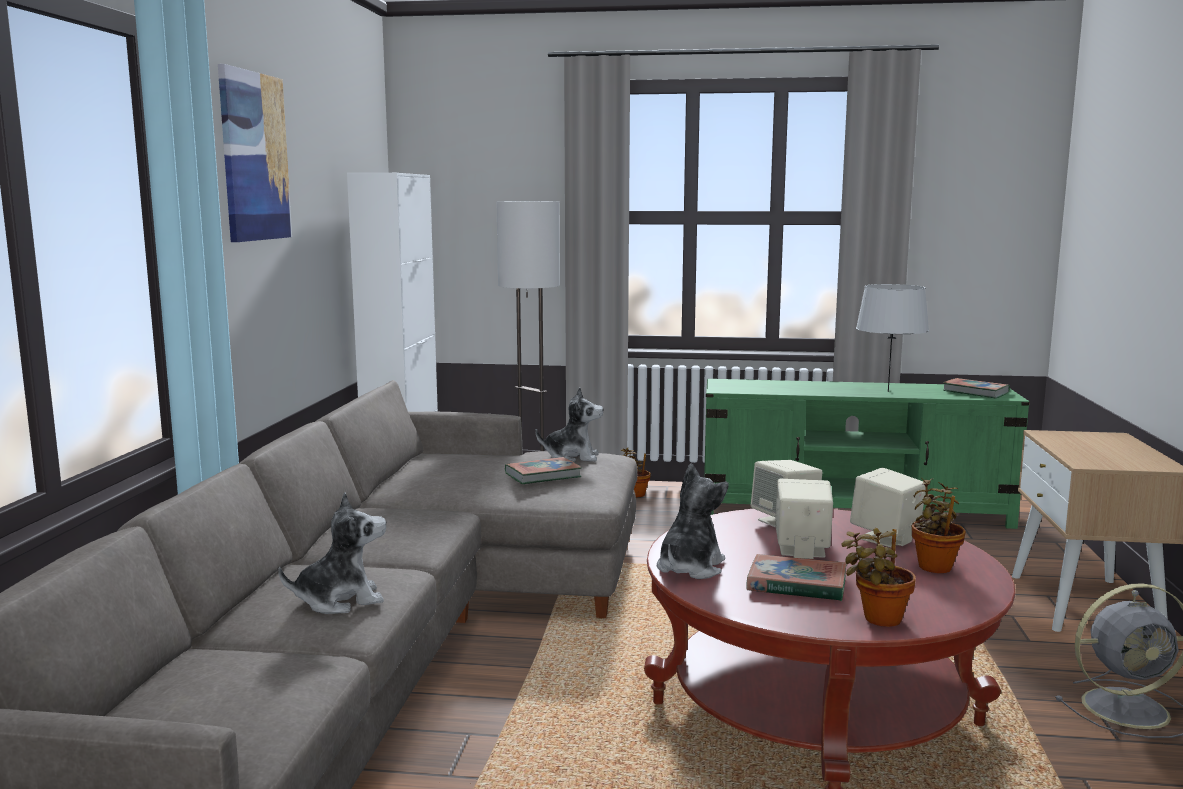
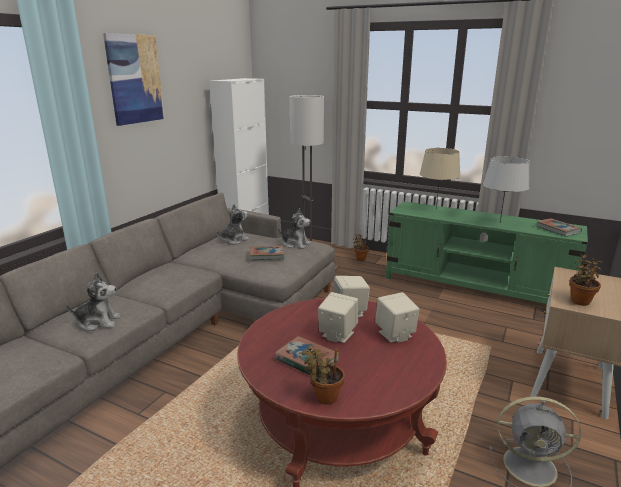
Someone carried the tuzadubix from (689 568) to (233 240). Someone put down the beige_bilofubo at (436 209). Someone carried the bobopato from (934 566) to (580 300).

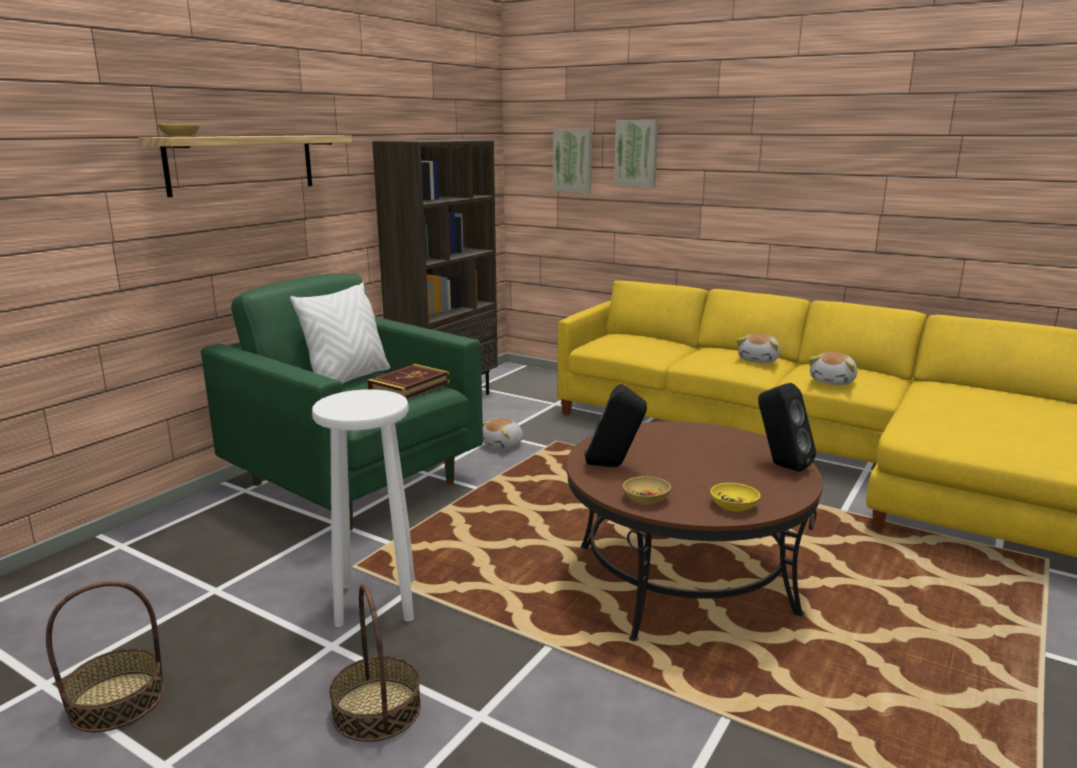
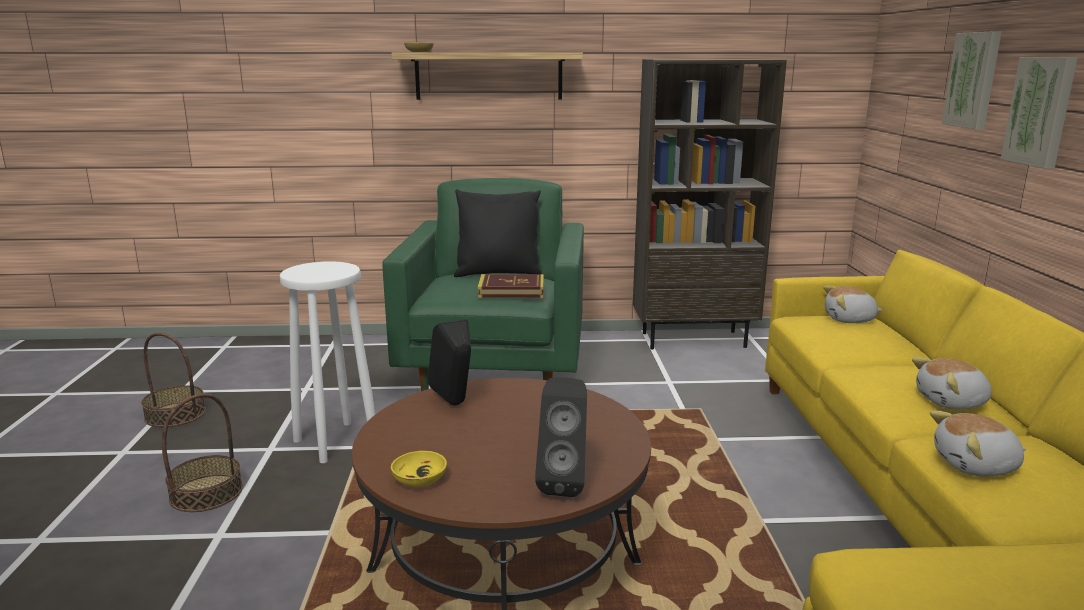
Someone repainted the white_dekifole at (348 380), which became the black_dekifole at (498 273). Someone carried the tuzadubix from (503 445) to (849 320). Someone carried the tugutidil from (573 160) to (1041 111). Someone took away the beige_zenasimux at (646 499).

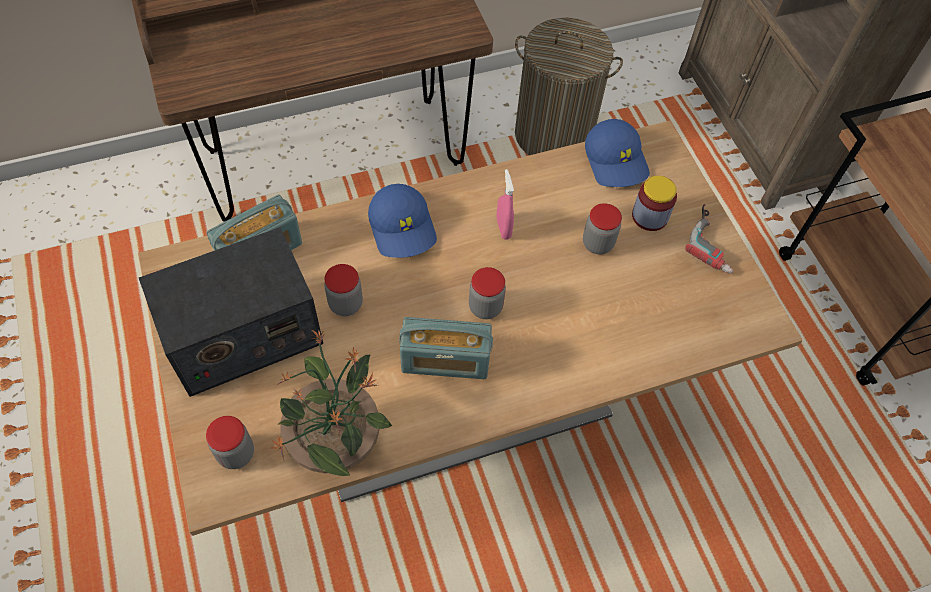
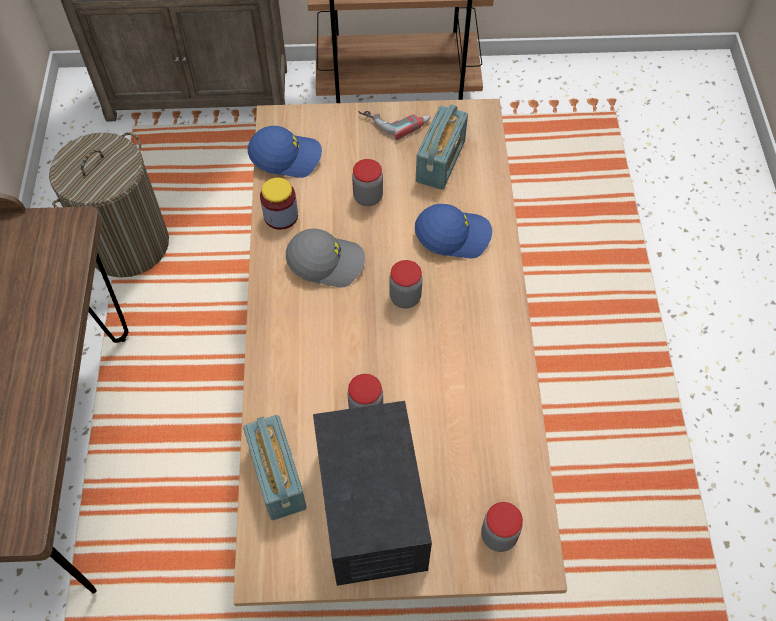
Someone carried the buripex from (650 216) to (281 216). Someone swapped the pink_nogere at (503 228) for the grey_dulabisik at (326 261). Someone carried the blue_dulabisik from (403 228) to (453 235). Someone carried the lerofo from (445 360) to (440 161). Someone took away the bobopato at (337 442).

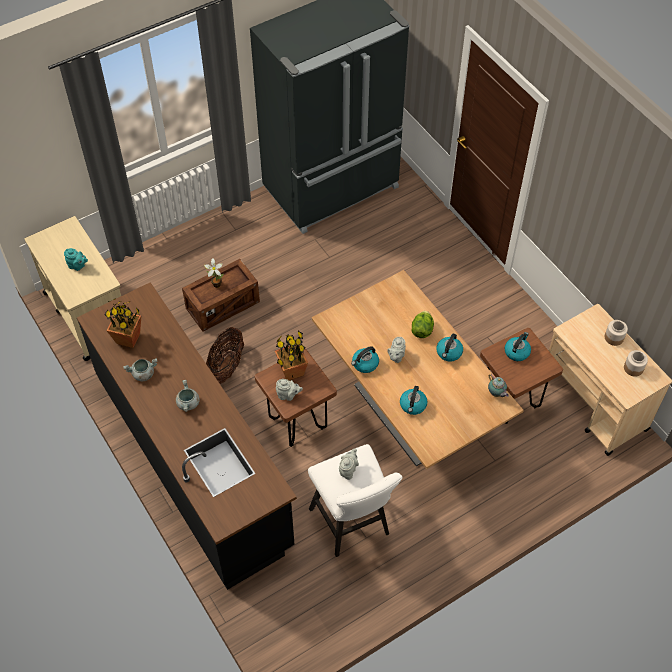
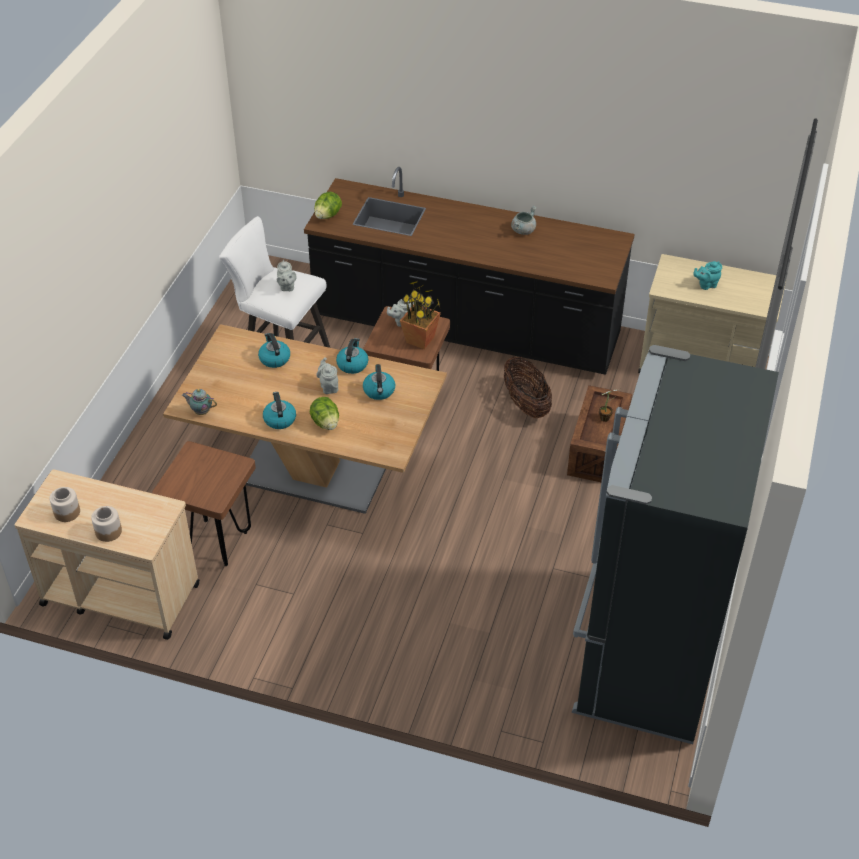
Someone put down the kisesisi at (327 215). Someone carried the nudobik from (517 352) to (379 391). Someone took away the bobopato at (128 338). Someone took away the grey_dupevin at (188 404).

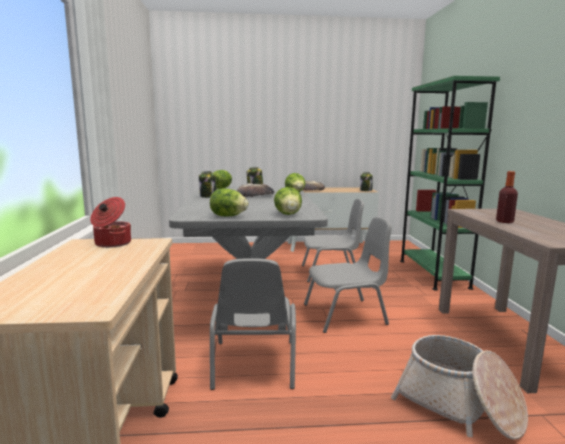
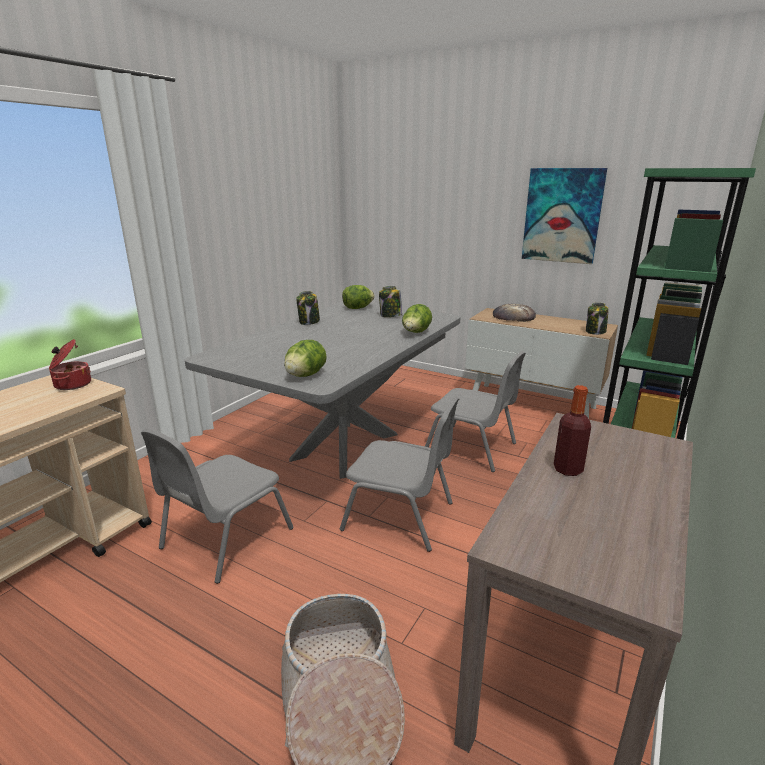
Someone put up the tugutidil at (562 215). Someone took away the kisesisi at (228 216). Someone took away the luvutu at (255 195).

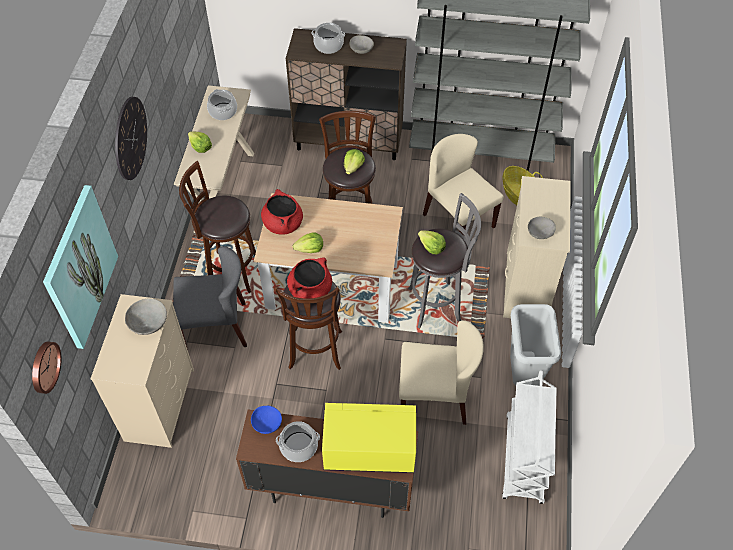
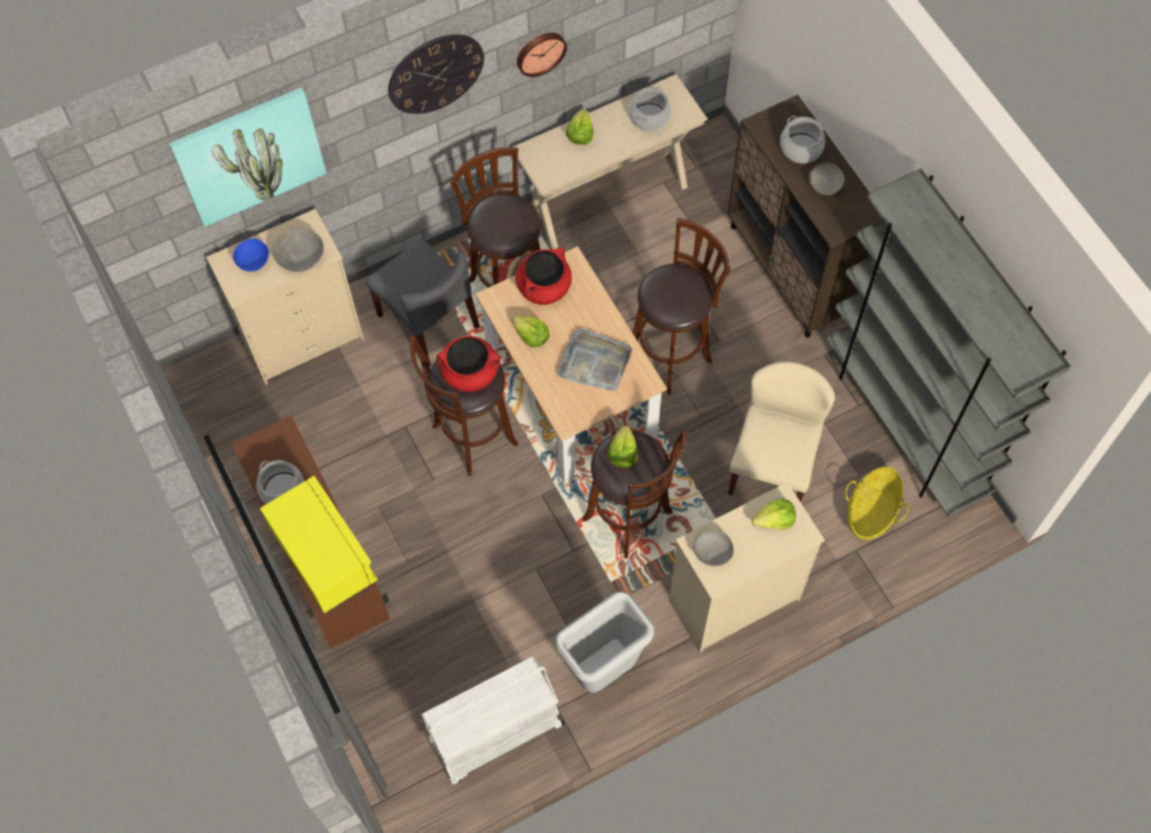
Someone carried the blue_zenasimux from (266 424) to (253 261). Someone carried the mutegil from (43 367) to (540 52). Someone put down the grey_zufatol at (594 362). Someone repainted the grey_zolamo at (437 304), which became the brown_zolamo at (631 519). Someone carried the kisesisi from (353 167) to (774 520). Someone took away the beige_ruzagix at (434 397).

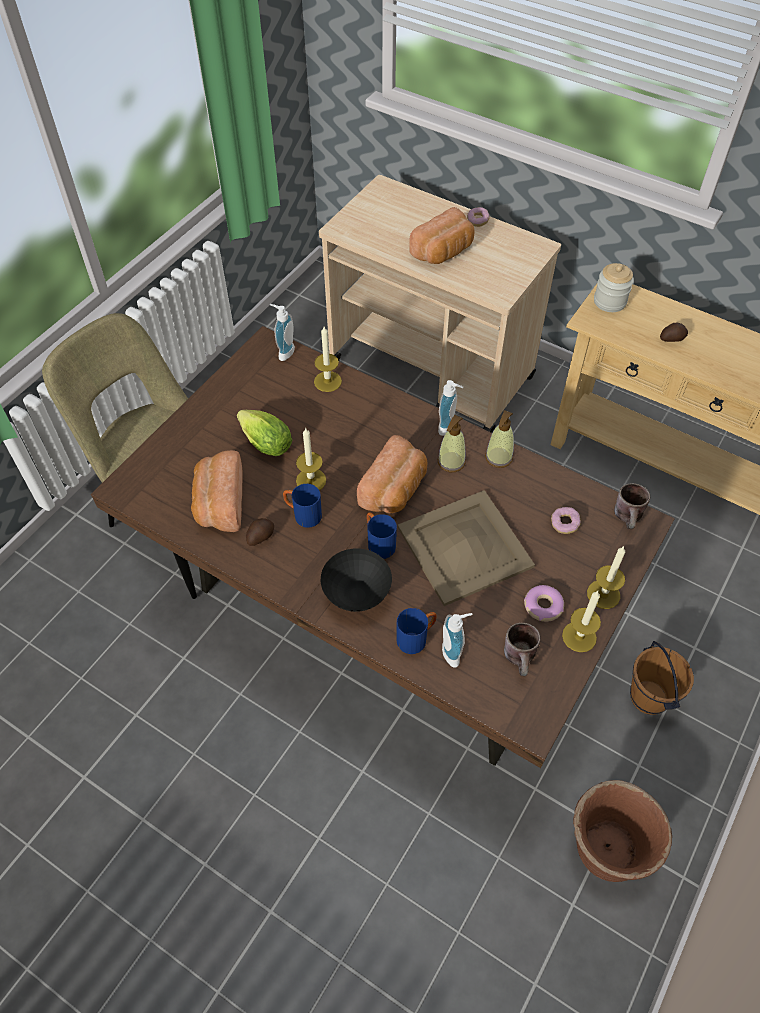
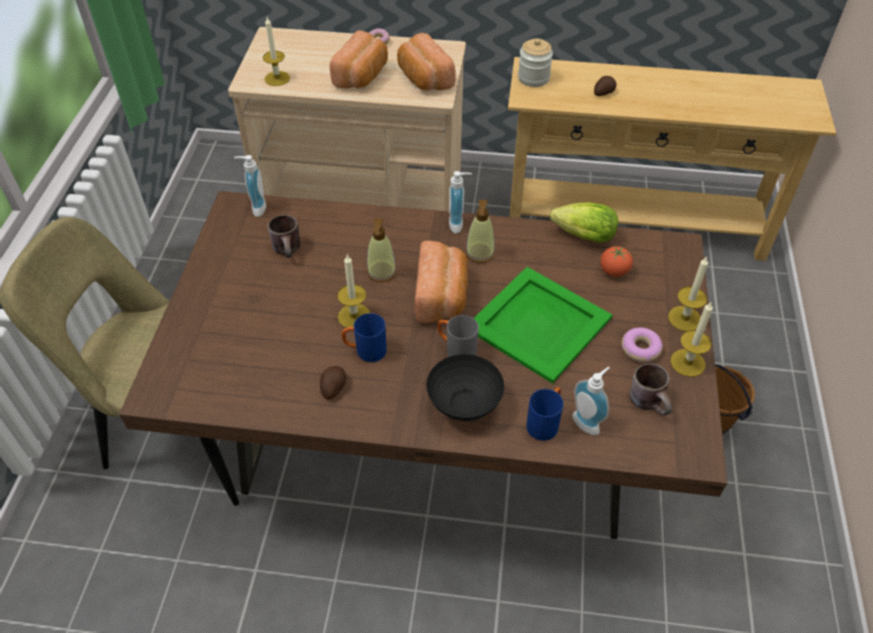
Someone carried the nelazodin from (327 381) to (277 78). Someone carried the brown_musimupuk from (630 518) to (290 250). Someone carried the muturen from (498 457) to (381 272). Someone carried the luvutu from (219 503) to (423 79). Someone repainted the blue_musimupuk at (378 543), which became the grey_musimupuk at (456 350). Someone repainted the beige_zufatol at (465 546), which became the green_zufatol at (538 322). Someone carried the kisesisi from (263 442) to (580 235). Someone swapped the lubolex at (564 524) for the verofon at (614 271). Someone took away the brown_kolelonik at (606 849).

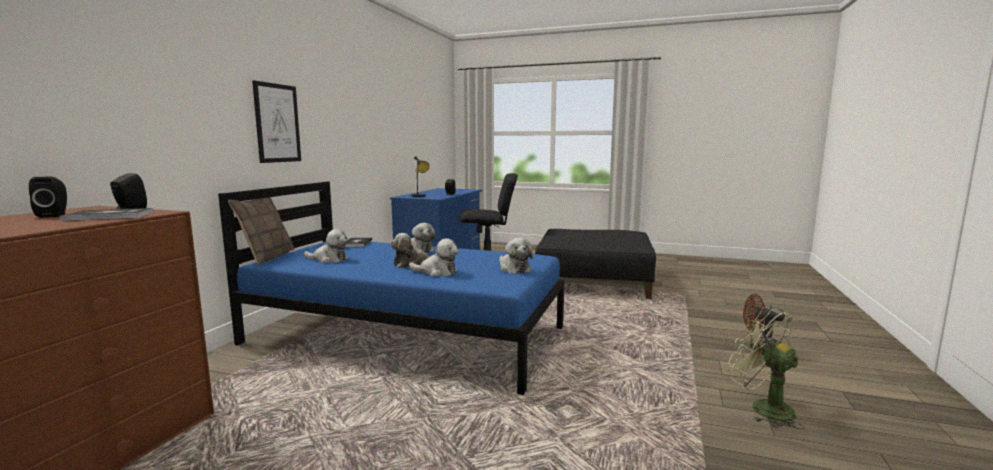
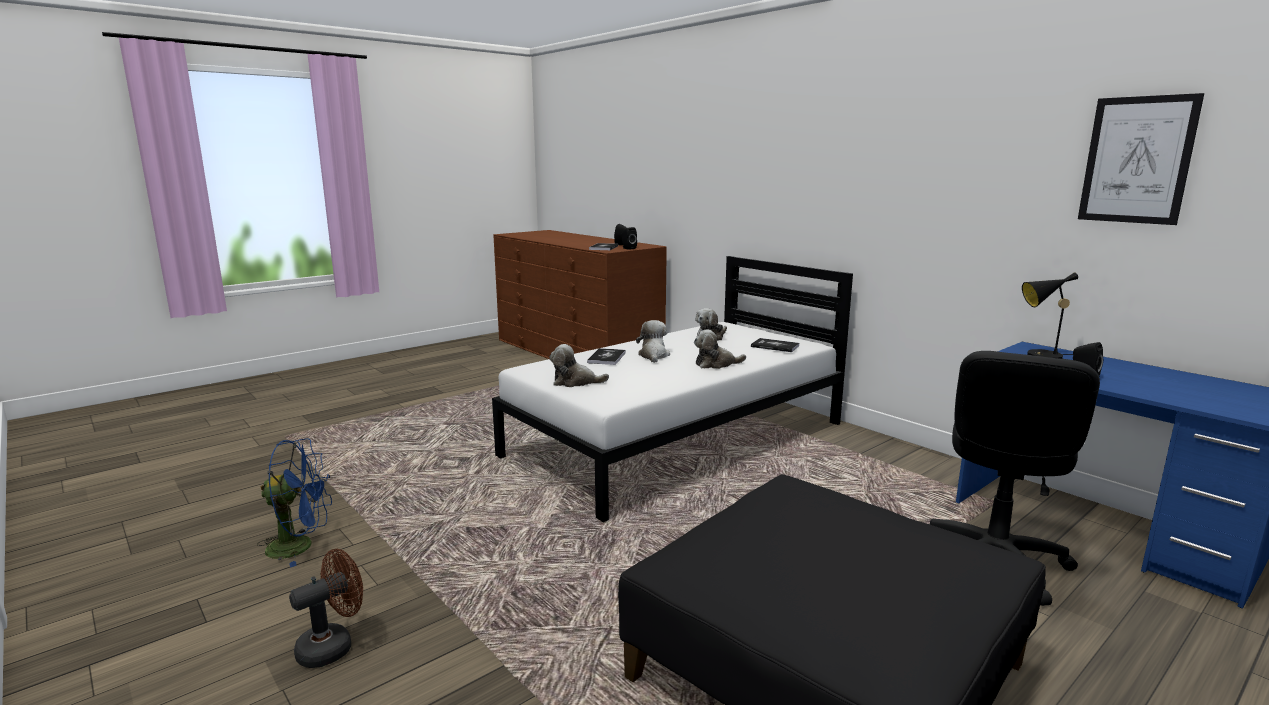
Someone repainted the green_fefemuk at (762 408), which became the blue_fefemuk at (300 546). Someone repainted the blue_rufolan at (406 335), which became the white_rufolan at (678 439). Someone swapped the tuzadubix at (437 272) for the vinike at (606 357). Someone carried the tugutidil from (277 123) to (1137 160). Someone took away the dekifole at (267 257).

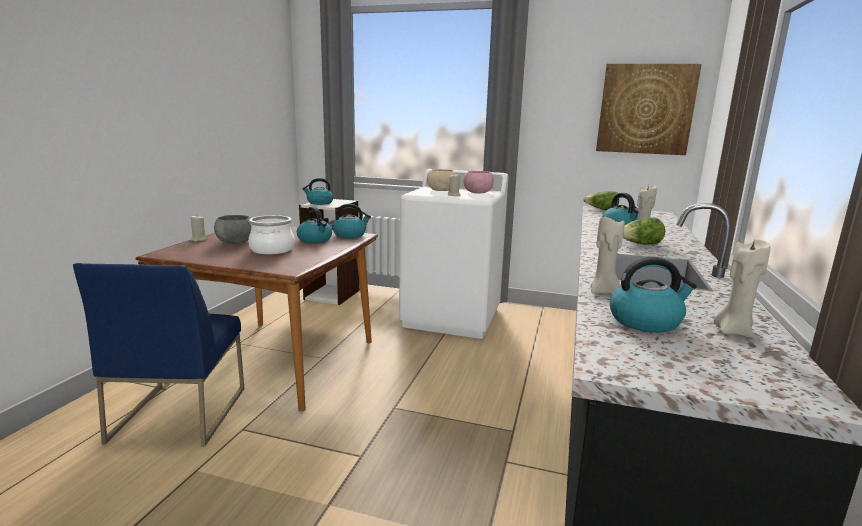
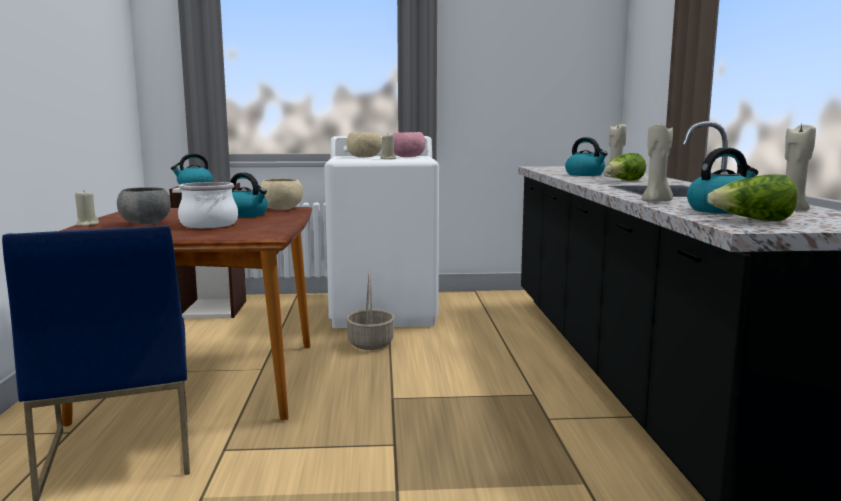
Someone swapped the nudobik at (350 235) for the beige_zenasimux at (281 209). Someone put down the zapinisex at (370 343). Someone carried the kisesisi from (602 210) to (752 220). Someone took away the tugutidil at (645 109).

